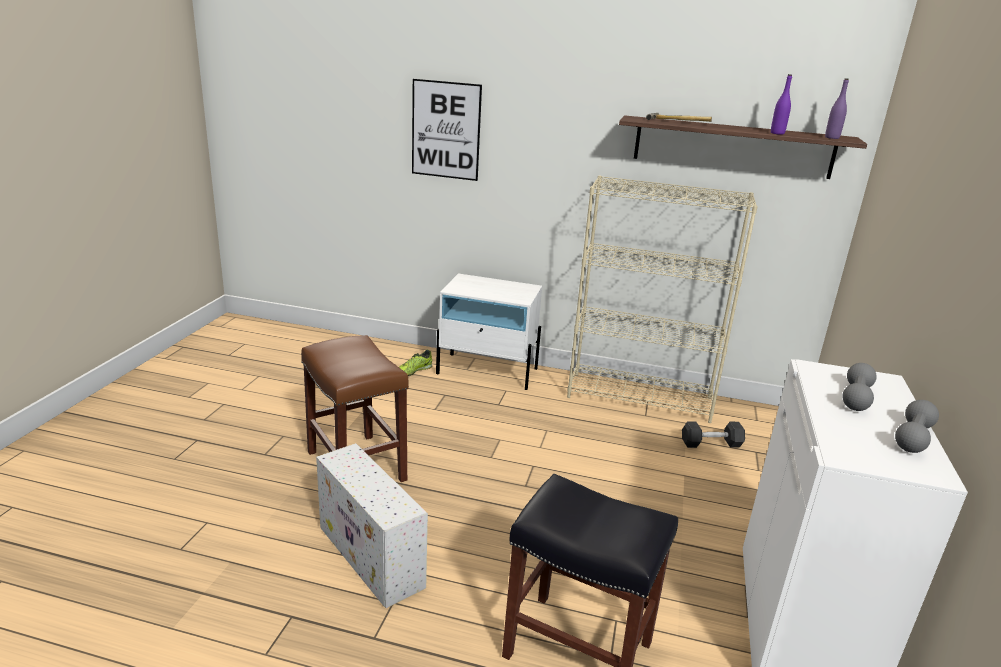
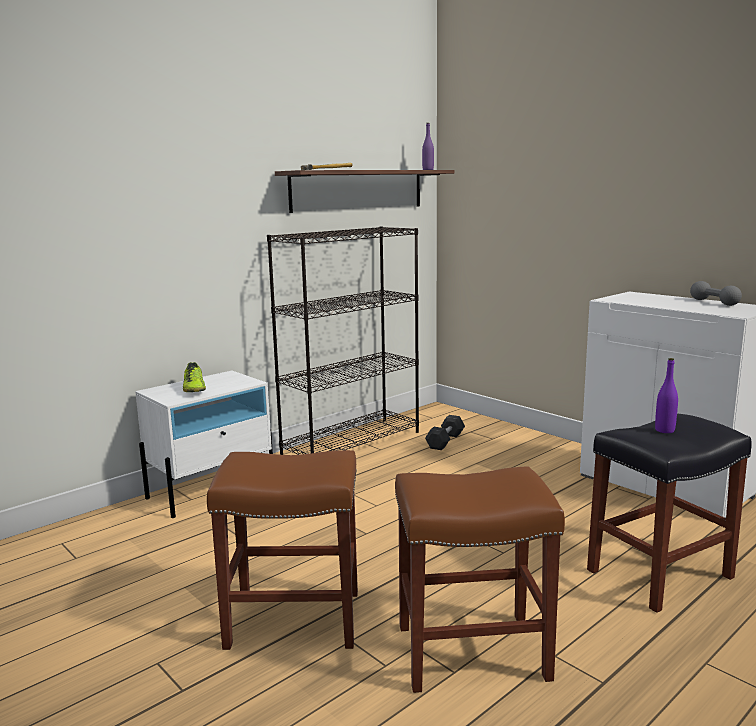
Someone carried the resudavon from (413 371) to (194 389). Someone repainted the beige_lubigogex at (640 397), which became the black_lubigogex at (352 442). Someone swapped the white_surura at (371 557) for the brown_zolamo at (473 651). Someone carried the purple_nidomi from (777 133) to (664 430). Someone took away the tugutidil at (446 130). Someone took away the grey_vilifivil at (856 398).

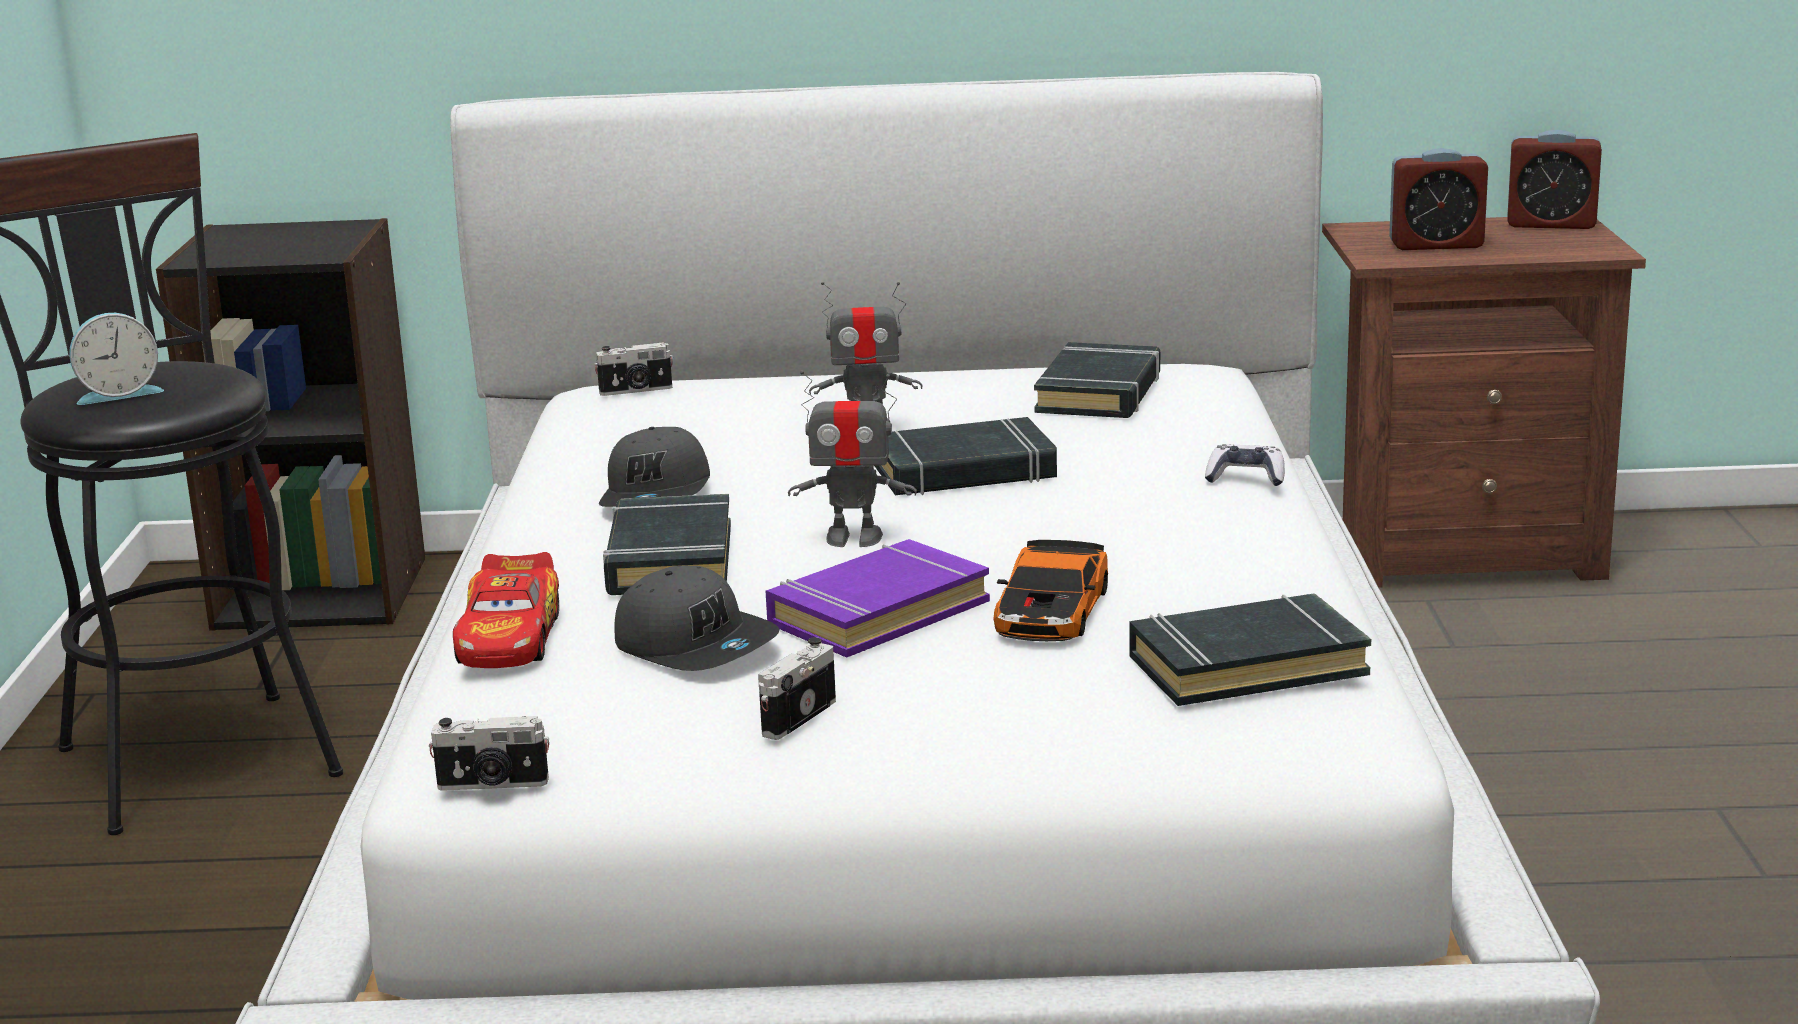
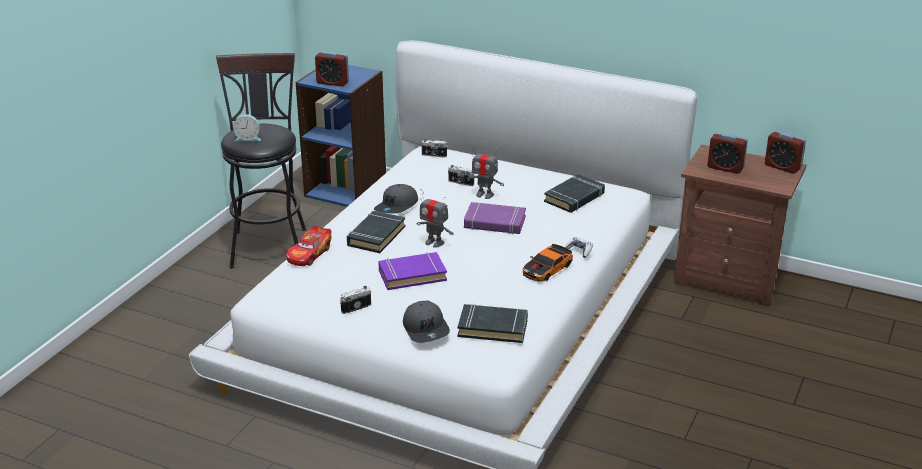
Someone repainted the black_lubigogex at (322 592), which became the blue_lubigogex at (346 189). Someone put down the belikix at (332 82). Someone carried the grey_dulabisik from (696 645) to (426 329). Someone carried the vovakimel from (492 784) to (461 183). Someone repainted the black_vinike at (964 471), which became the purple_vinike at (494 223). Someone carried the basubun from (1053 611) to (547 269).

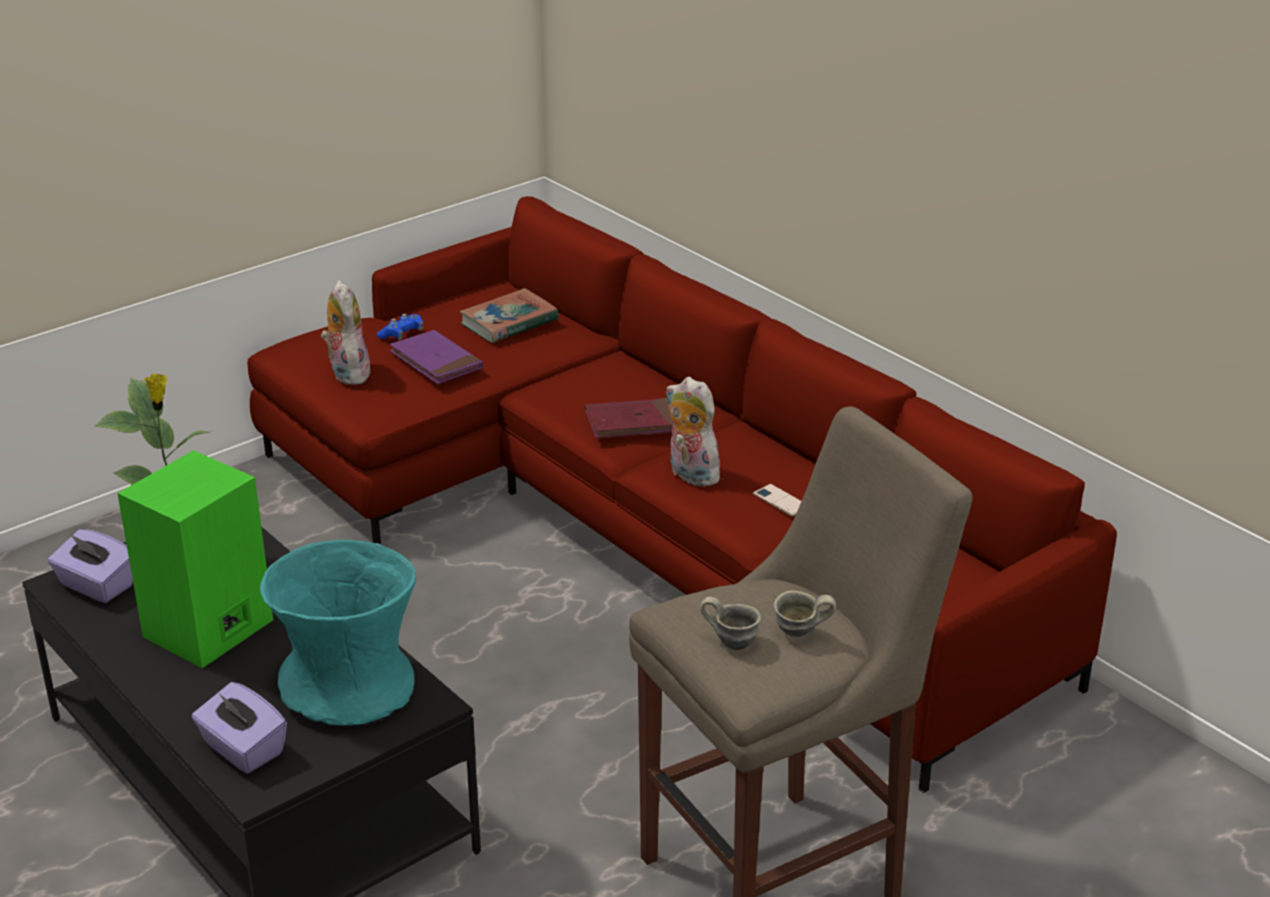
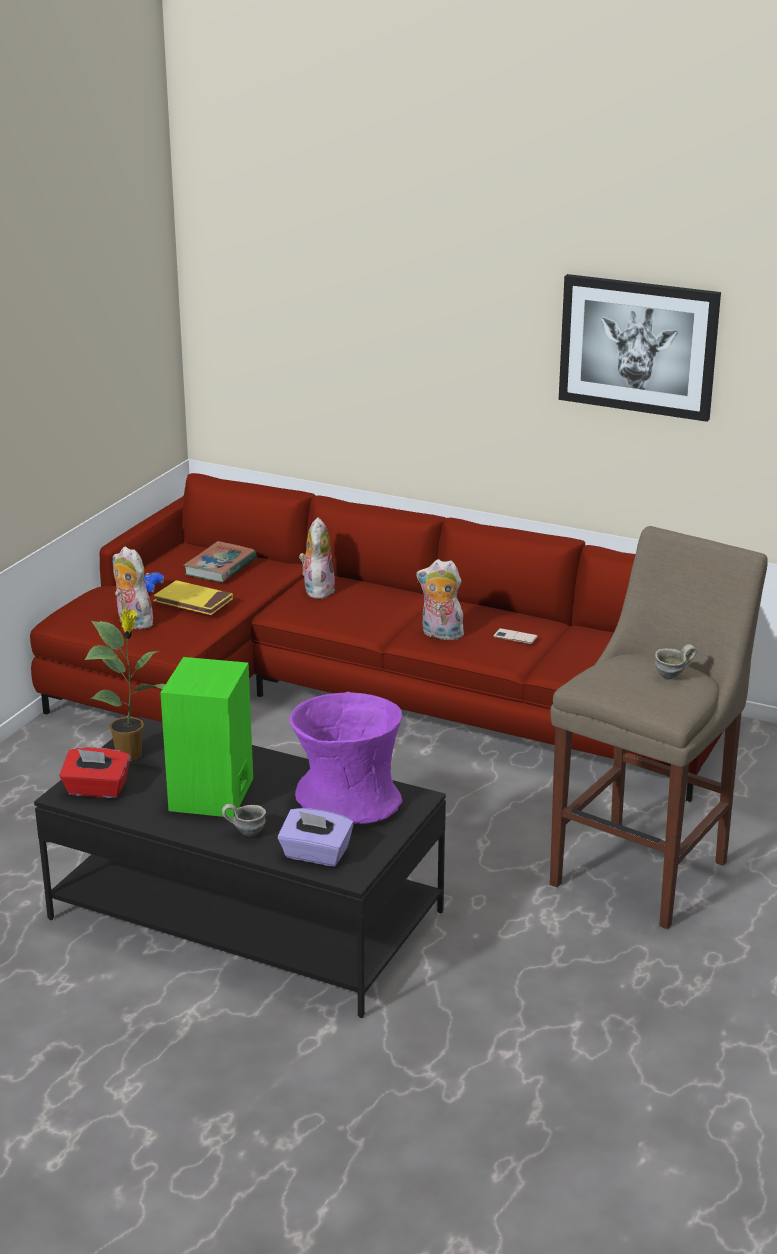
Someone repainted the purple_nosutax at (96 586), which became the red_nosutax at (96 790). Someone repainted the purple_vinike at (436 361), which became the yellow_vinike at (193 601). Someone carried the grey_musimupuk from (732 641) to (247 832). Someone repainted the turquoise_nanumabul at (348 684), which became the purple_nanumabul at (348 801). Someone put down the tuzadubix at (317 590). Someone put up the tugutidil at (638 346). Someone took away the red_vinike at (633 423).

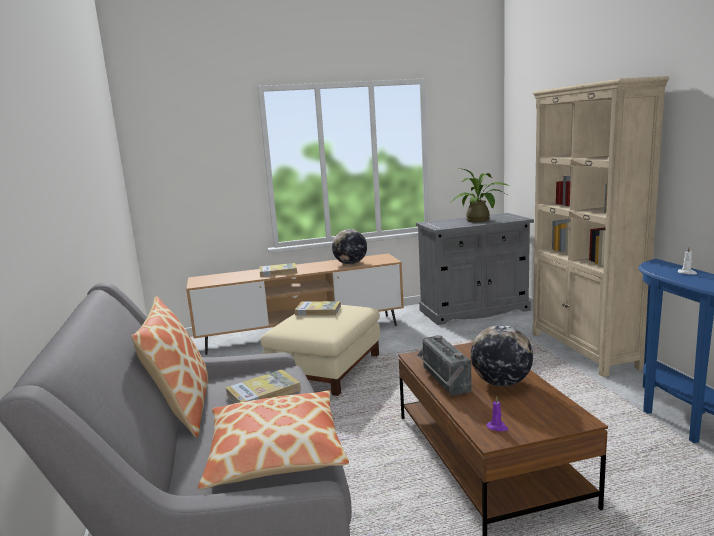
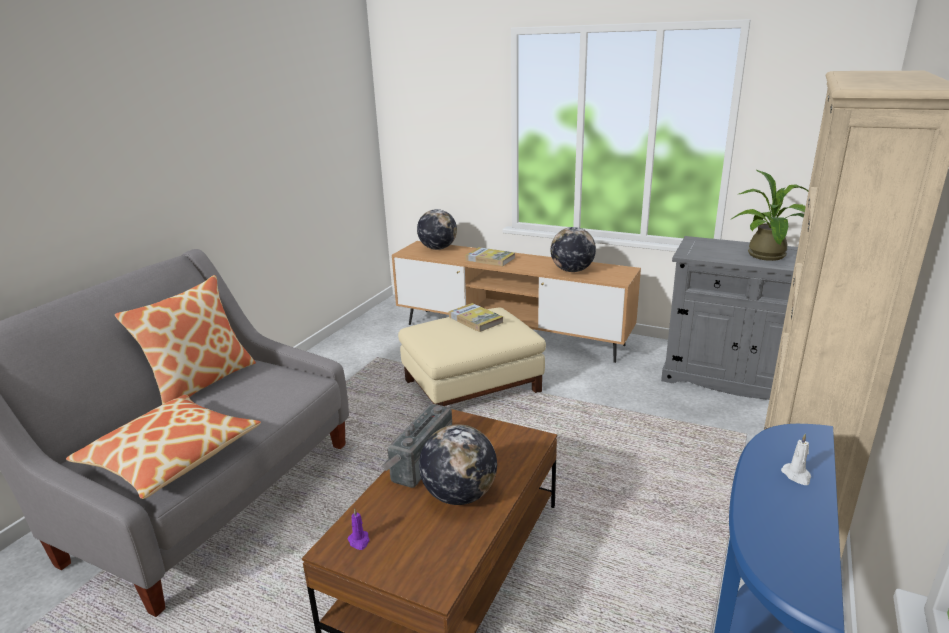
Someone put down the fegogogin at (437 248). Someone took away the vinike at (263 392).

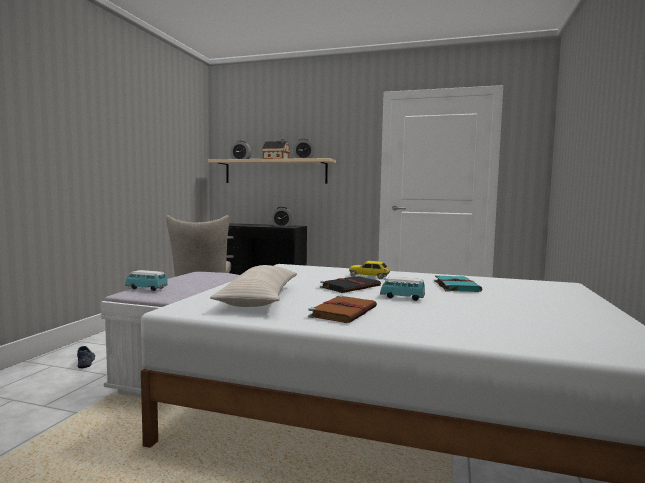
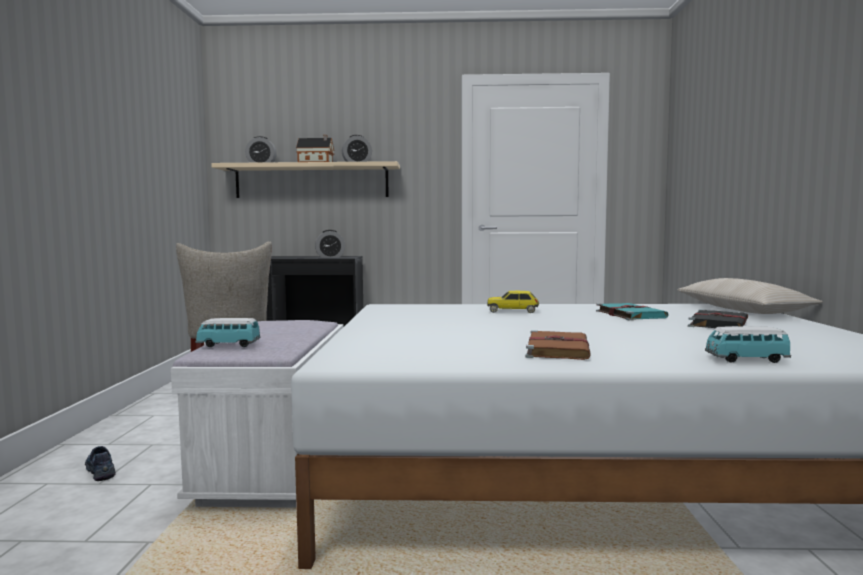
Someone carried the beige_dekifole from (259 298) to (742 310). Someone carried the black_vinike from (351 287) to (718 323). Someone carried the basubun from (402 298) to (746 360).

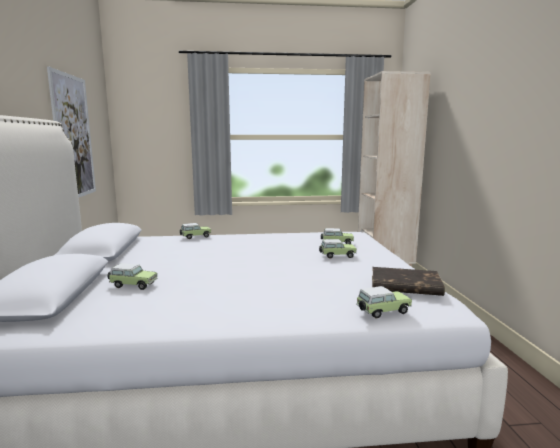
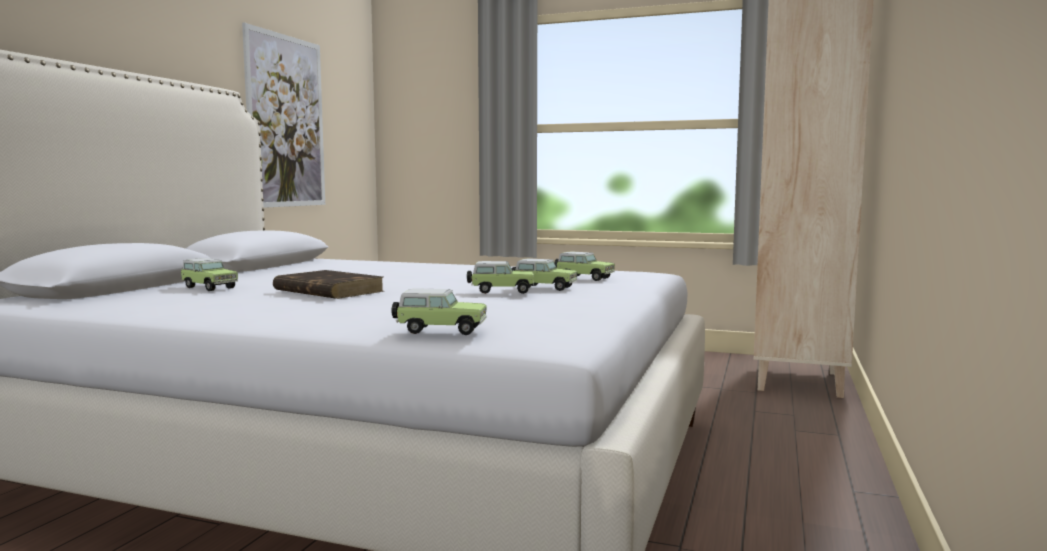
Someone carried the brown_vinike from (404 285) to (327 290). Someone carried the basubun from (195 237) to (500 291).

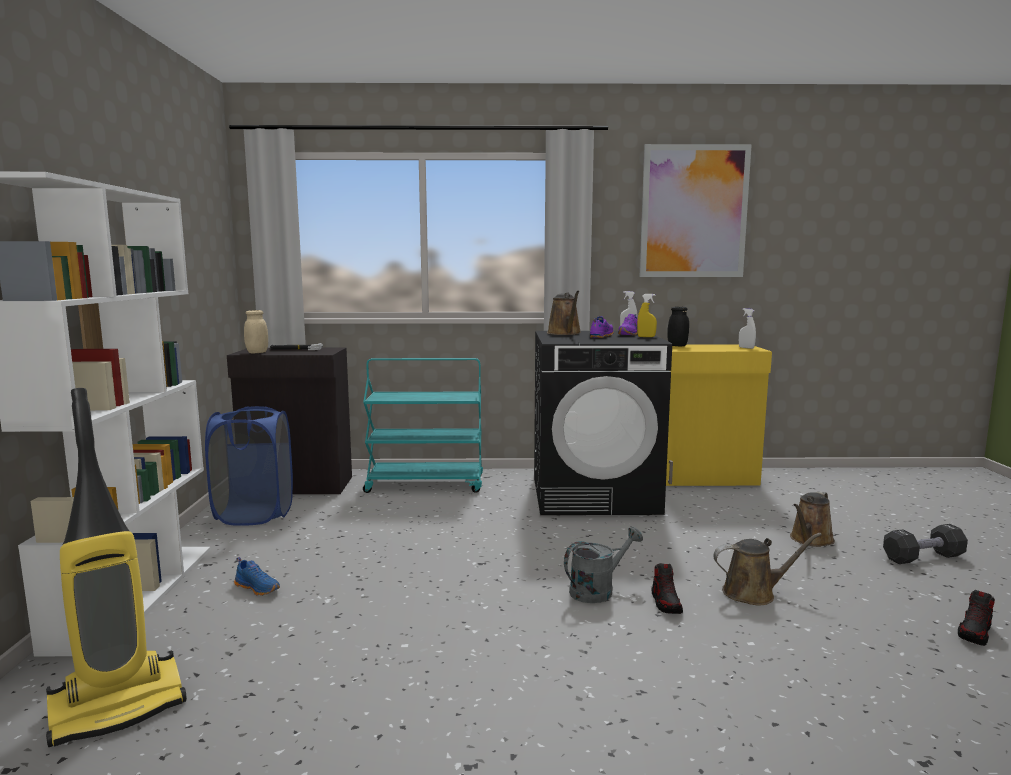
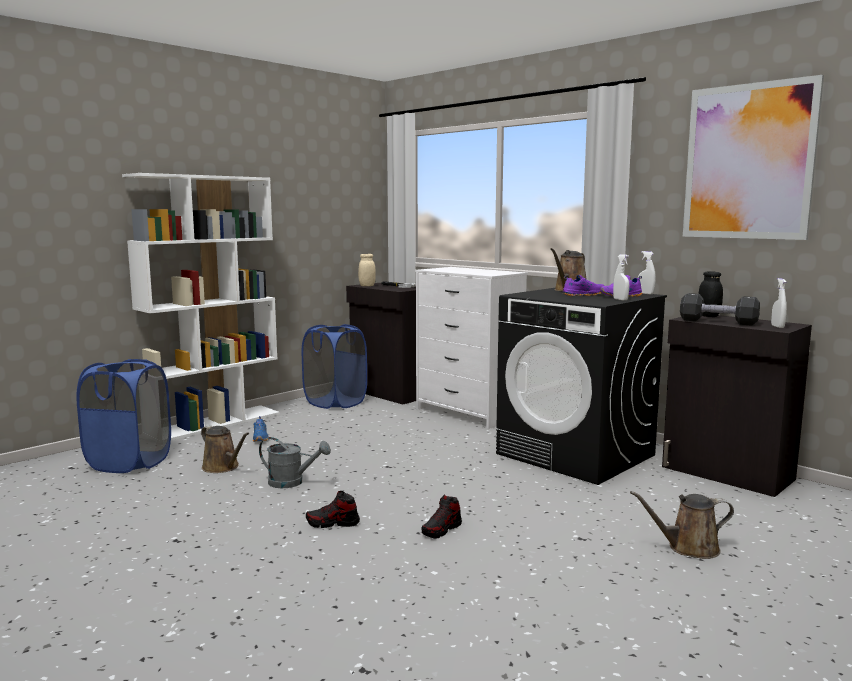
Someone swapped the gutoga at (119 706) for the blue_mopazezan at (129 462). Someone carried the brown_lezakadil from (753 593) to (223 467). Someone carried the grey_lezakadil from (598 590) to (292 482). Someone carried the resudavon from (975 633) to (333 523). Someone swapped the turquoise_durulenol at (426 484) for the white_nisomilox at (467 413). Someone repainted the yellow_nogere at (646 337), which became the white_nogere at (620 299). Someone repainted the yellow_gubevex at (705 478), which became the black_gubevex at (727 473). Someone carried the black_vilifivil from (923 557) to (718 322).

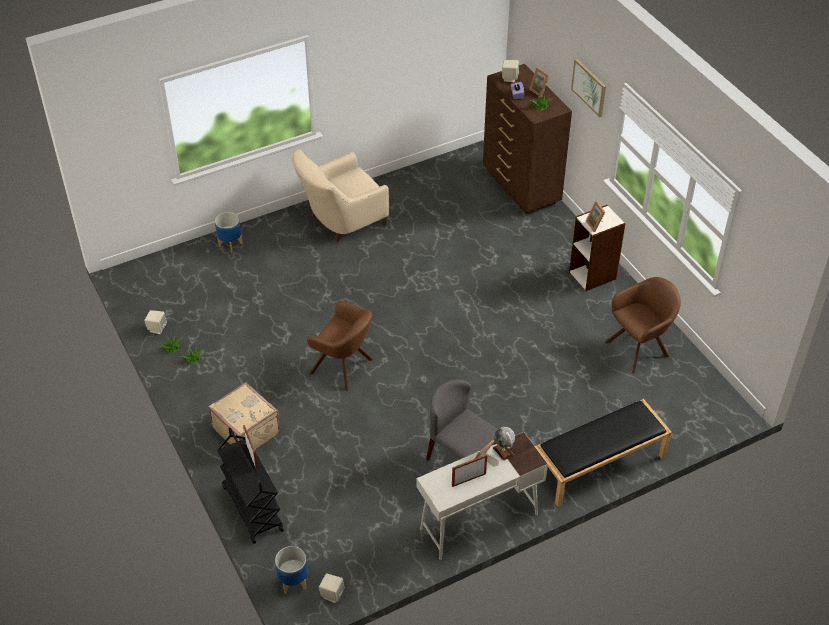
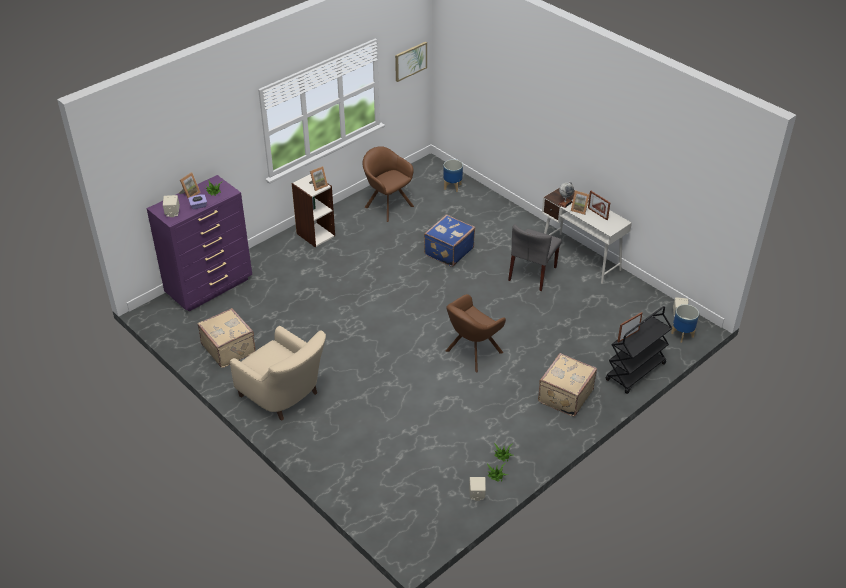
Someone repainted the brown_nisomilox at (521 187), which became the purple_nisomilox at (210 287). Someone put down the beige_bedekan at (229 348). Someone carried the tugutidil from (589 87) to (410 61). Someone put down the blue_bedekan at (448 251). Someone carried the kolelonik from (230 245) to (453 187). Someone rotated the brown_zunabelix at (344 368) by 150 degrees counterclockwise. Someone took away the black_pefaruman at (598 465).

